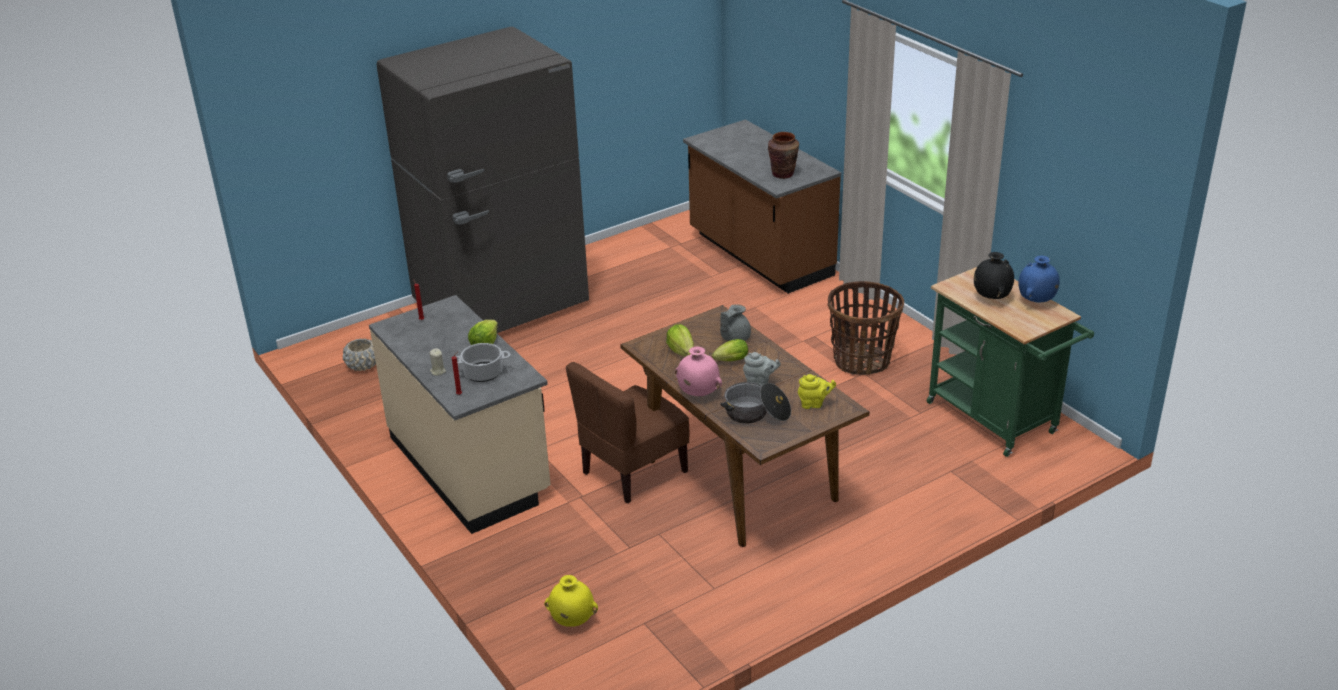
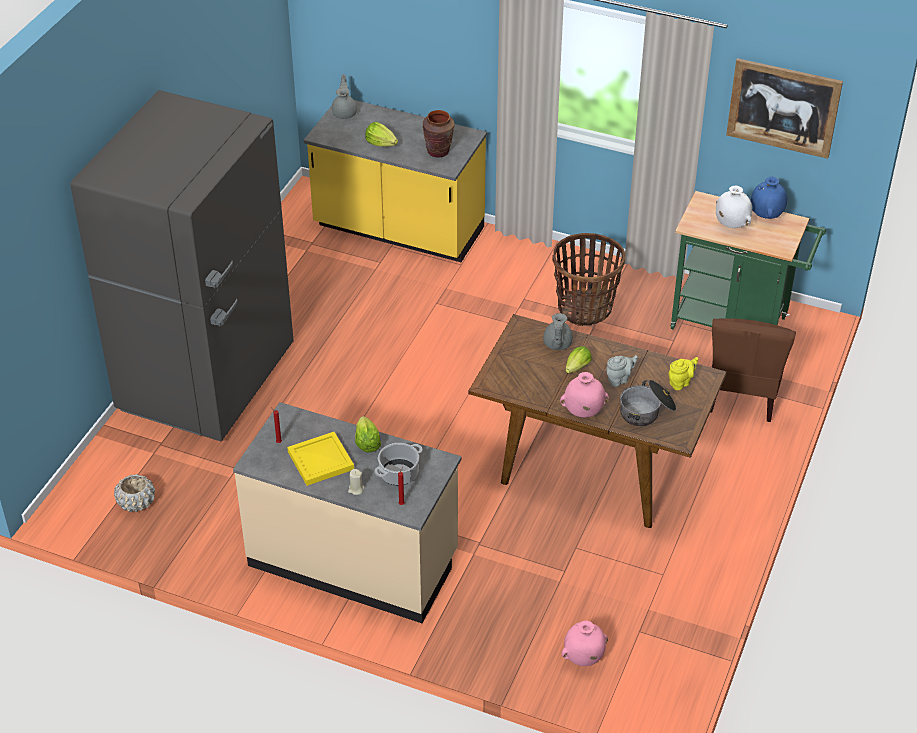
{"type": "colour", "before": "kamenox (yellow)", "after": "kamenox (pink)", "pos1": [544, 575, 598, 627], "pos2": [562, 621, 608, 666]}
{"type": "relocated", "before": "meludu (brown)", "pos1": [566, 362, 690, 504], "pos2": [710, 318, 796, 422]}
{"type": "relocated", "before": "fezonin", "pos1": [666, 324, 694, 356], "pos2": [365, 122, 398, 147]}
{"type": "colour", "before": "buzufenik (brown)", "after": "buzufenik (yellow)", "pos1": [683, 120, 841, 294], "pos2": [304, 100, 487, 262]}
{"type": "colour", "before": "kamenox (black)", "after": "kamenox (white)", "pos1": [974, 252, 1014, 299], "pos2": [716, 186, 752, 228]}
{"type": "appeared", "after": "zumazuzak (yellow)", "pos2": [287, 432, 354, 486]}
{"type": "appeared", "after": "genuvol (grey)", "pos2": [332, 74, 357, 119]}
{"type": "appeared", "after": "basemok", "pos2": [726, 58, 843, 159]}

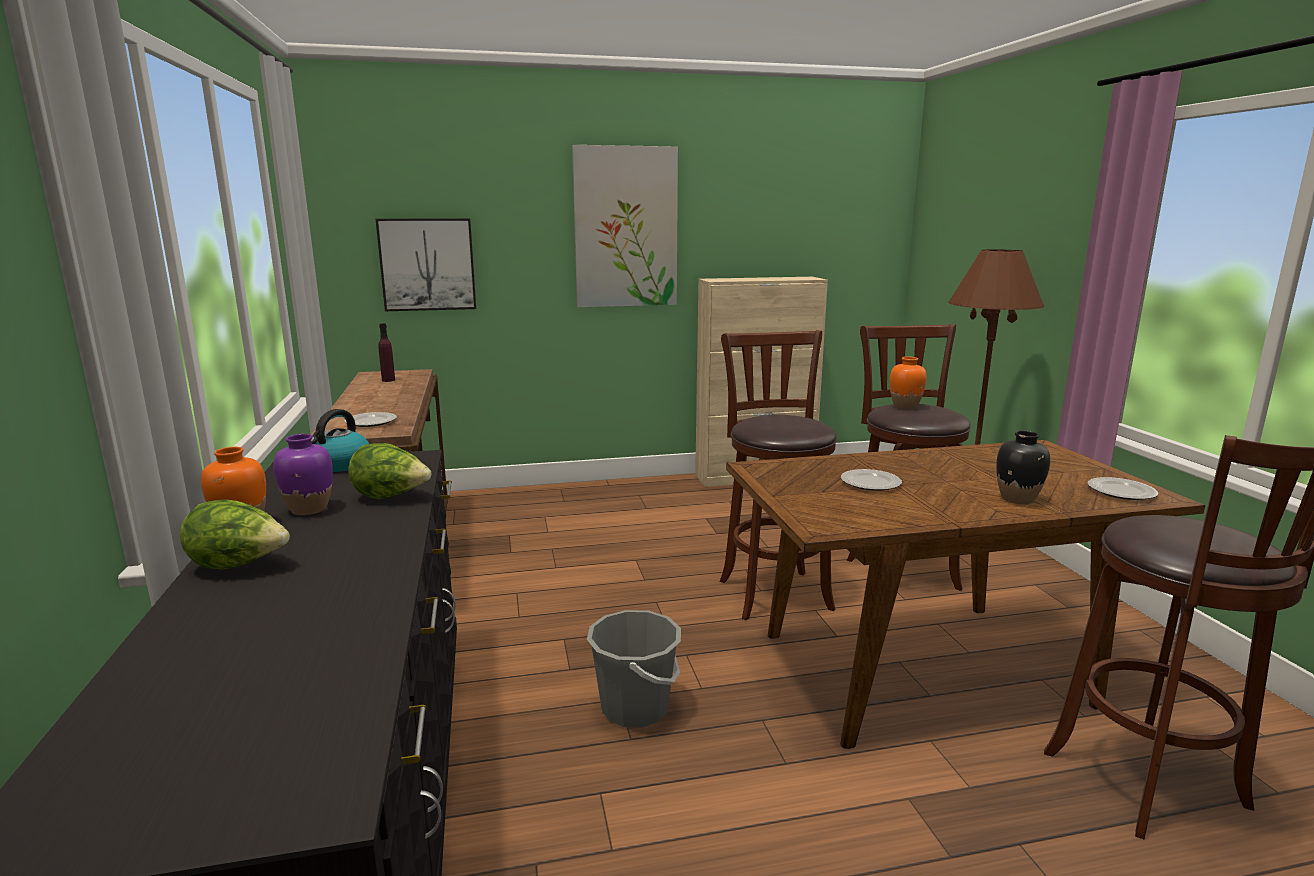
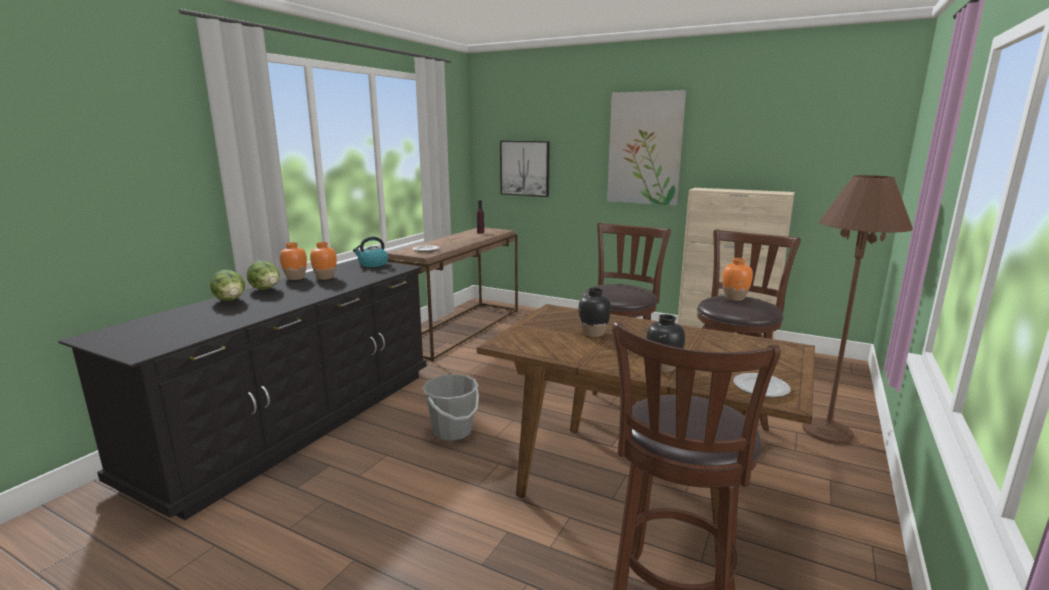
{"type": "colour", "before": "kamenox (purple)", "after": "kamenox (orange)", "pos1": [273, 434, 333, 515], "pos2": [310, 242, 337, 280]}
{"type": "relocated", "before": "fezonin", "pos1": [349, 443, 431, 499], "pos2": [210, 270, 245, 301]}
{"type": "exchanged", "before": "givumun", "after": "kamenox (black)", "pos1": [841, 469, 902, 491], "pos2": [578, 288, 611, 337]}

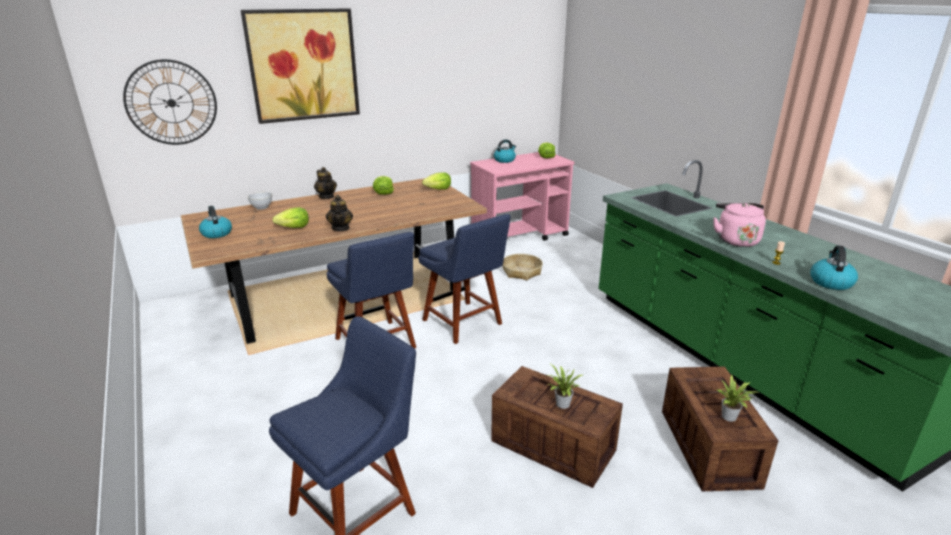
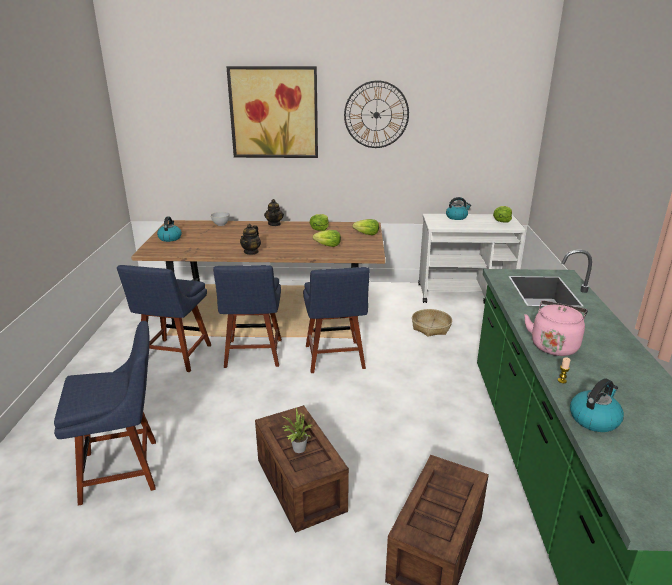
{"type": "relocated", "before": "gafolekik", "pos1": [123, 59, 217, 145], "pos2": [344, 80, 409, 148]}
{"type": "relocated", "before": "fezonin", "pos1": [272, 207, 309, 228], "pos2": [313, 230, 341, 247]}
{"type": "colour", "before": "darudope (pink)", "after": "darudope (white)", "pos1": [470, 152, 574, 241], "pos2": [418, 214, 526, 304]}
{"type": "missing", "before": "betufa", "pos1": [717, 375, 757, 422]}
{"type": "appeared", "after": "meludu (blue)", "pos2": [117, 265, 211, 372]}

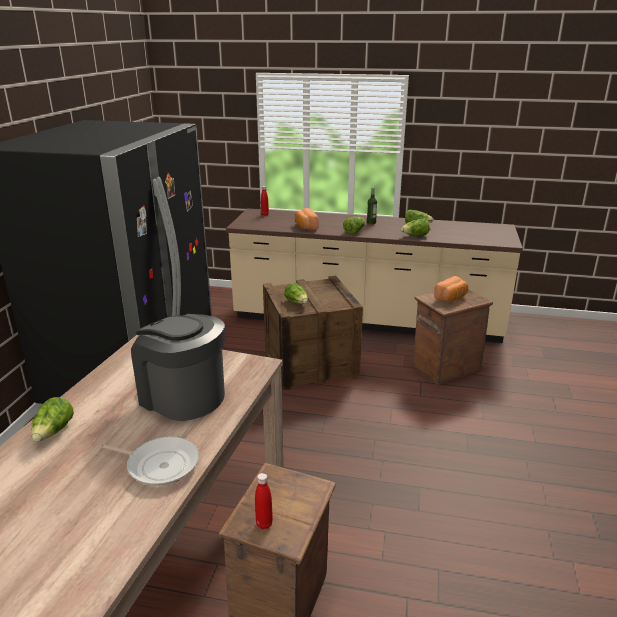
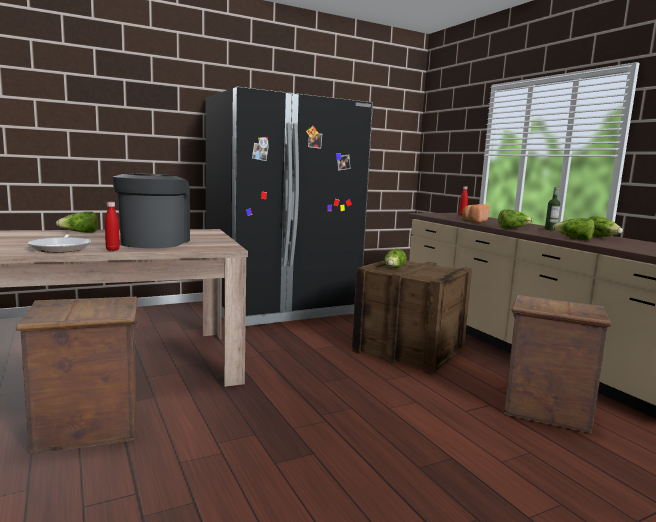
{"type": "relocated", "before": "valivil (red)", "pos1": [255, 473, 273, 529], "pos2": [105, 202, 120, 251]}
{"type": "missing", "before": "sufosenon", "pos1": [434, 276, 468, 302]}

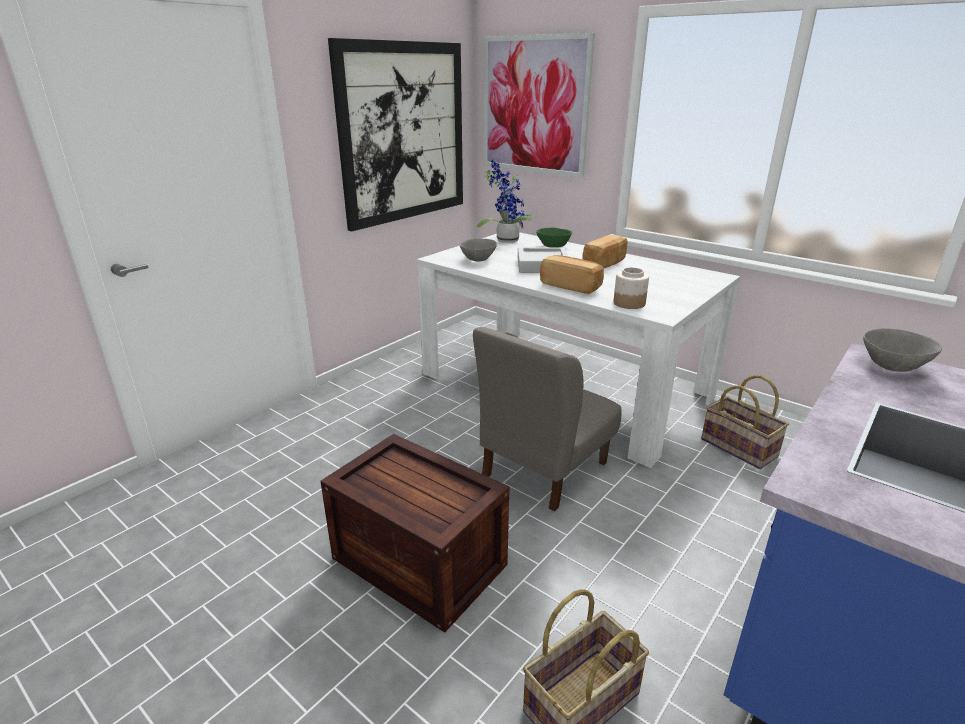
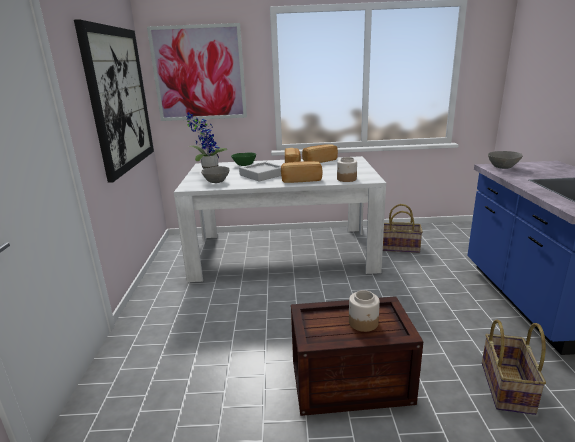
{"type": "missing", "before": "meludu (grey)", "pos1": [473, 327, 622, 511]}
{"type": "appeared", "after": "sufosenon", "pos2": [302, 144, 338, 163]}
{"type": "appeared", "after": "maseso", "pos2": [349, 290, 380, 332]}

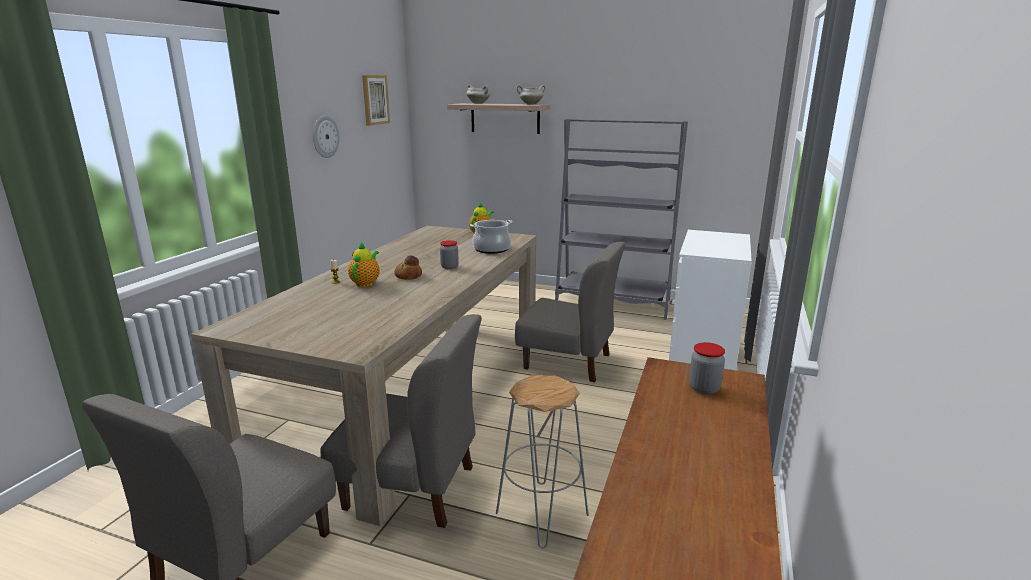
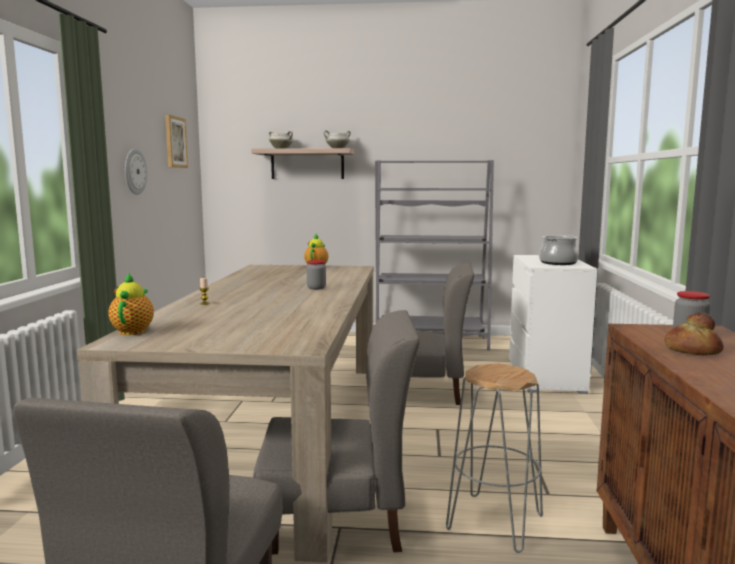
{"type": "relocated", "before": "genuvol", "pos1": [348, 242, 379, 287], "pos2": [108, 272, 154, 335]}
{"type": "relocated", "before": "sufosenon", "pos1": [394, 255, 422, 280], "pos2": [665, 312, 723, 356]}
{"type": "relocated", "before": "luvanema", "pos1": [470, 220, 513, 254], "pos2": [539, 235, 579, 265]}

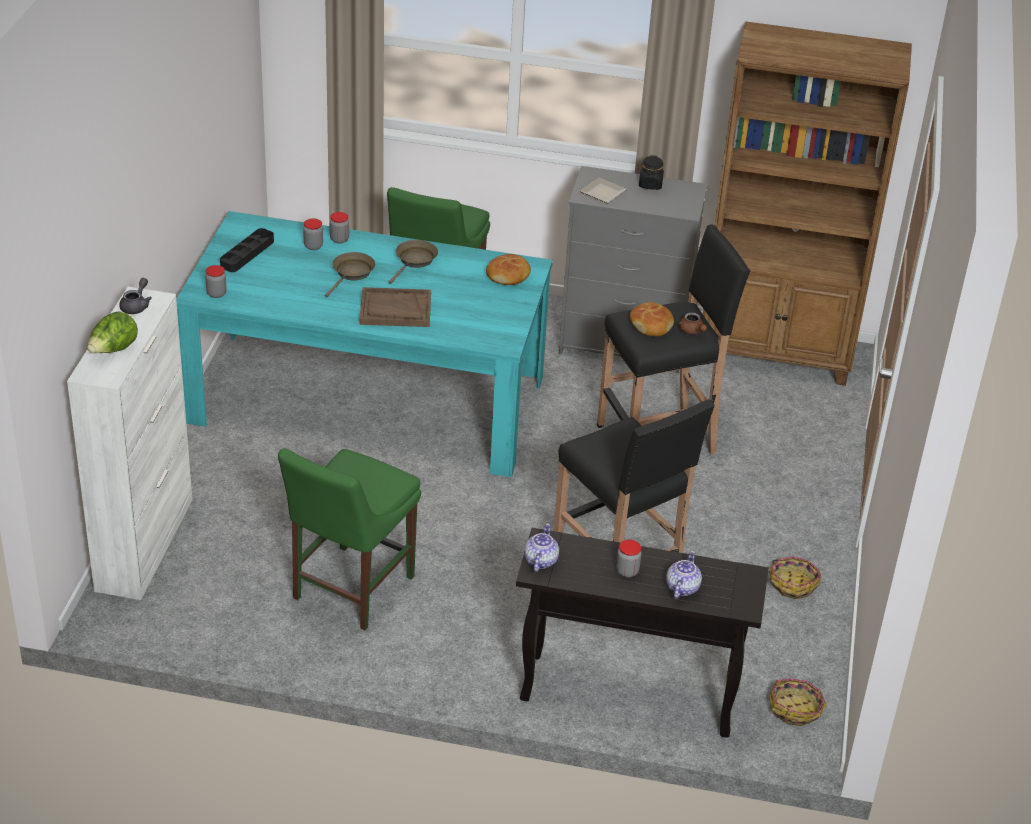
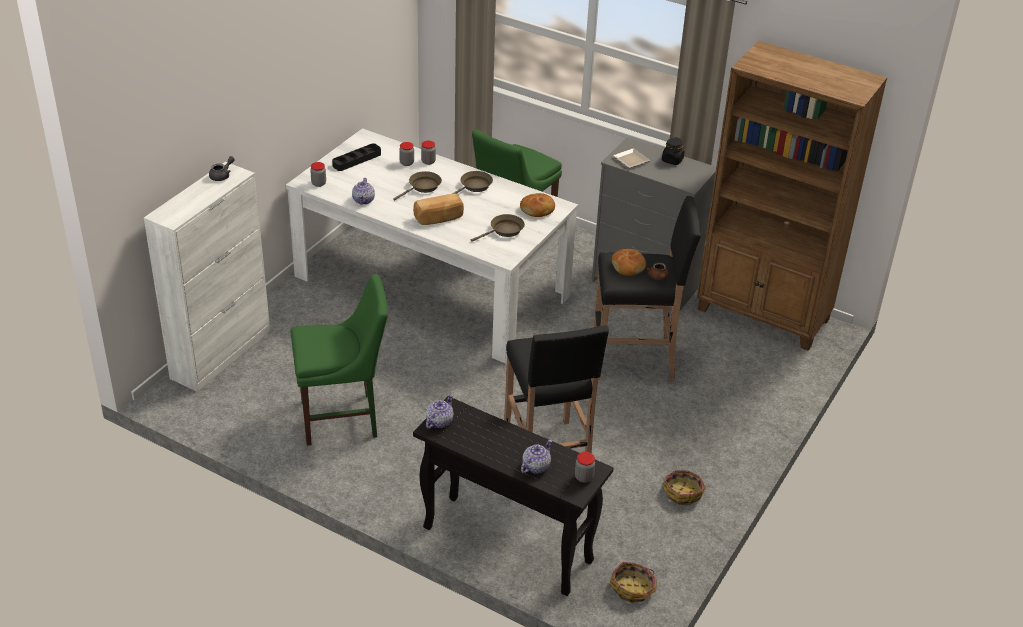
{"type": "missing", "before": "fezonin", "pos1": [87, 311, 138, 353]}
{"type": "colour", "before": "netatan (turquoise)", "after": "netatan (white)", "pos1": [176, 211, 553, 477], "pos2": [286, 128, 578, 364]}
{"type": "spun", "before": "meludu (green)", "pos1": [278, 448, 421, 630], "pos2": [291, 274, 388, 446], "turn": -150}
{"type": "exchanged", "before": "zumazuzak (brown)", "after": "sufosenon", "pos1": [359, 287, 431, 327], "pos2": [413, 194, 464, 225]}
{"type": "relocated", "before": "maseso", "pos1": [616, 540, 641, 578], "pos2": [575, 452, 595, 483]}
{"type": "appeared", "after": "genuvol", "pos2": [352, 178, 375, 205]}
{"type": "appeared", "after": "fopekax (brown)", "pos2": [471, 214, 525, 242]}

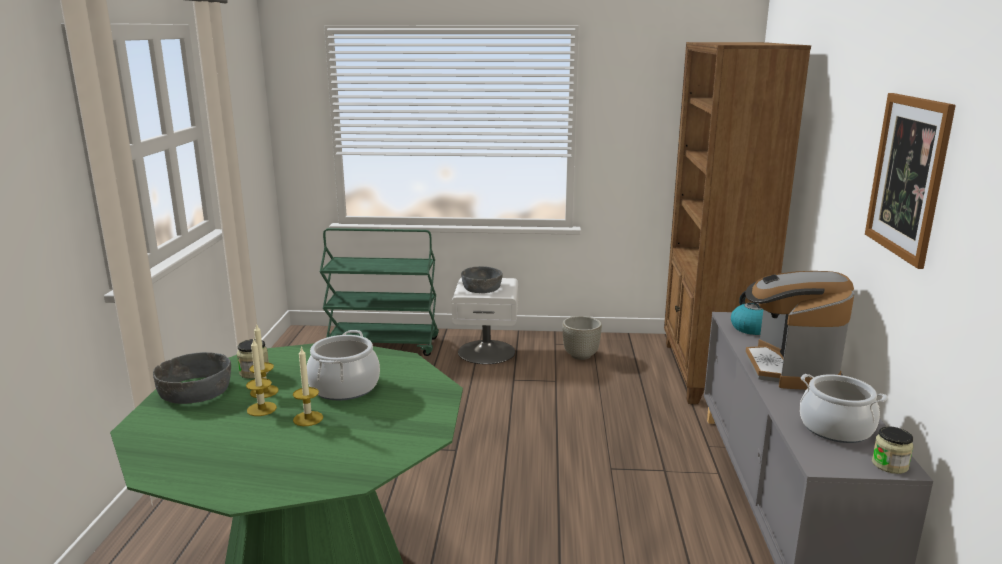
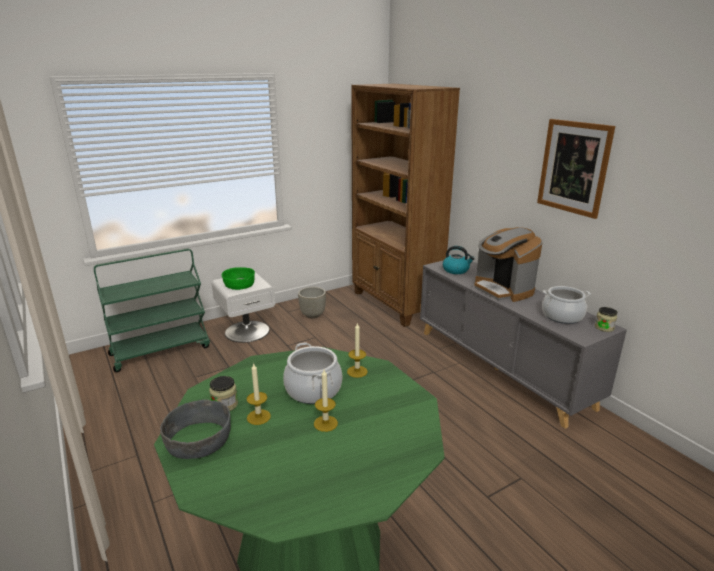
{"type": "relocated", "before": "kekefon", "pos1": [246, 338, 277, 416], "pos2": [347, 323, 368, 378]}
{"type": "colour", "before": "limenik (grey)", "after": "limenik (green)", "pos1": [461, 266, 503, 293], "pos2": [222, 267, 255, 290]}

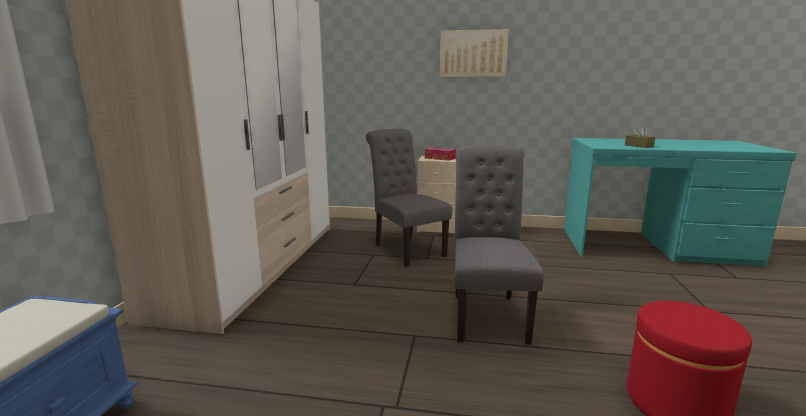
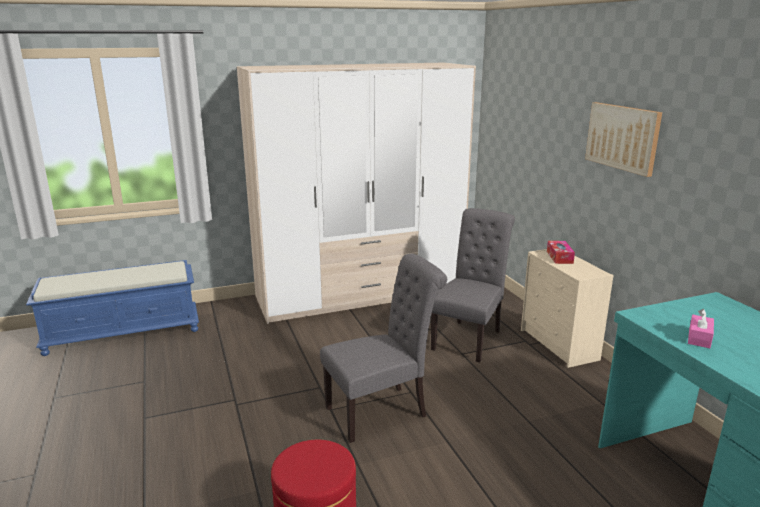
{"type": "colour", "before": "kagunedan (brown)", "after": "kagunedan (pink)", "pos1": [625, 126, 655, 148], "pos2": [688, 309, 714, 348]}

